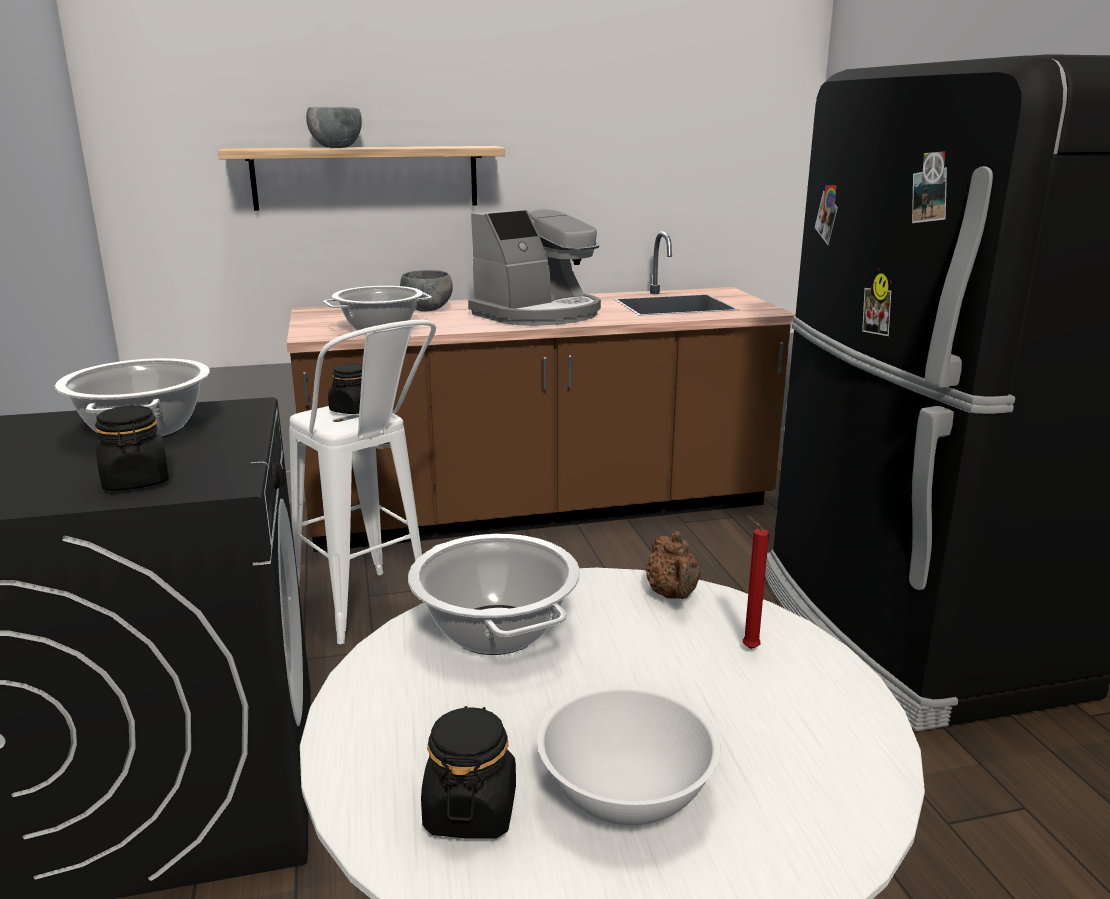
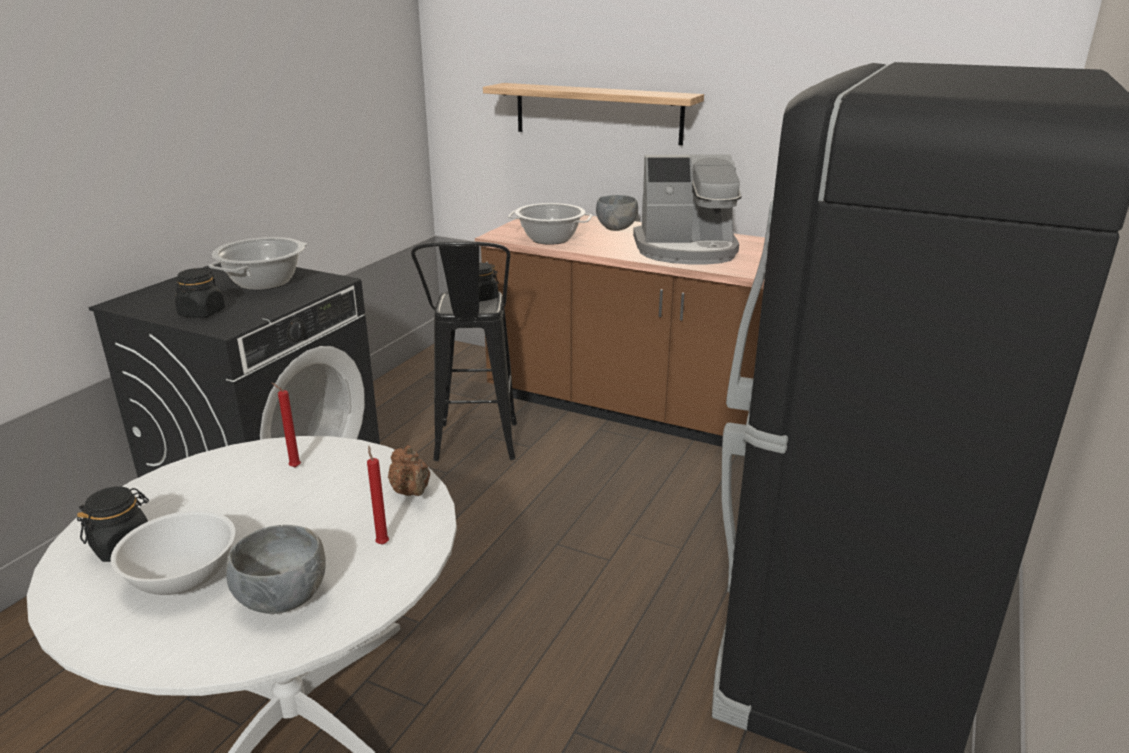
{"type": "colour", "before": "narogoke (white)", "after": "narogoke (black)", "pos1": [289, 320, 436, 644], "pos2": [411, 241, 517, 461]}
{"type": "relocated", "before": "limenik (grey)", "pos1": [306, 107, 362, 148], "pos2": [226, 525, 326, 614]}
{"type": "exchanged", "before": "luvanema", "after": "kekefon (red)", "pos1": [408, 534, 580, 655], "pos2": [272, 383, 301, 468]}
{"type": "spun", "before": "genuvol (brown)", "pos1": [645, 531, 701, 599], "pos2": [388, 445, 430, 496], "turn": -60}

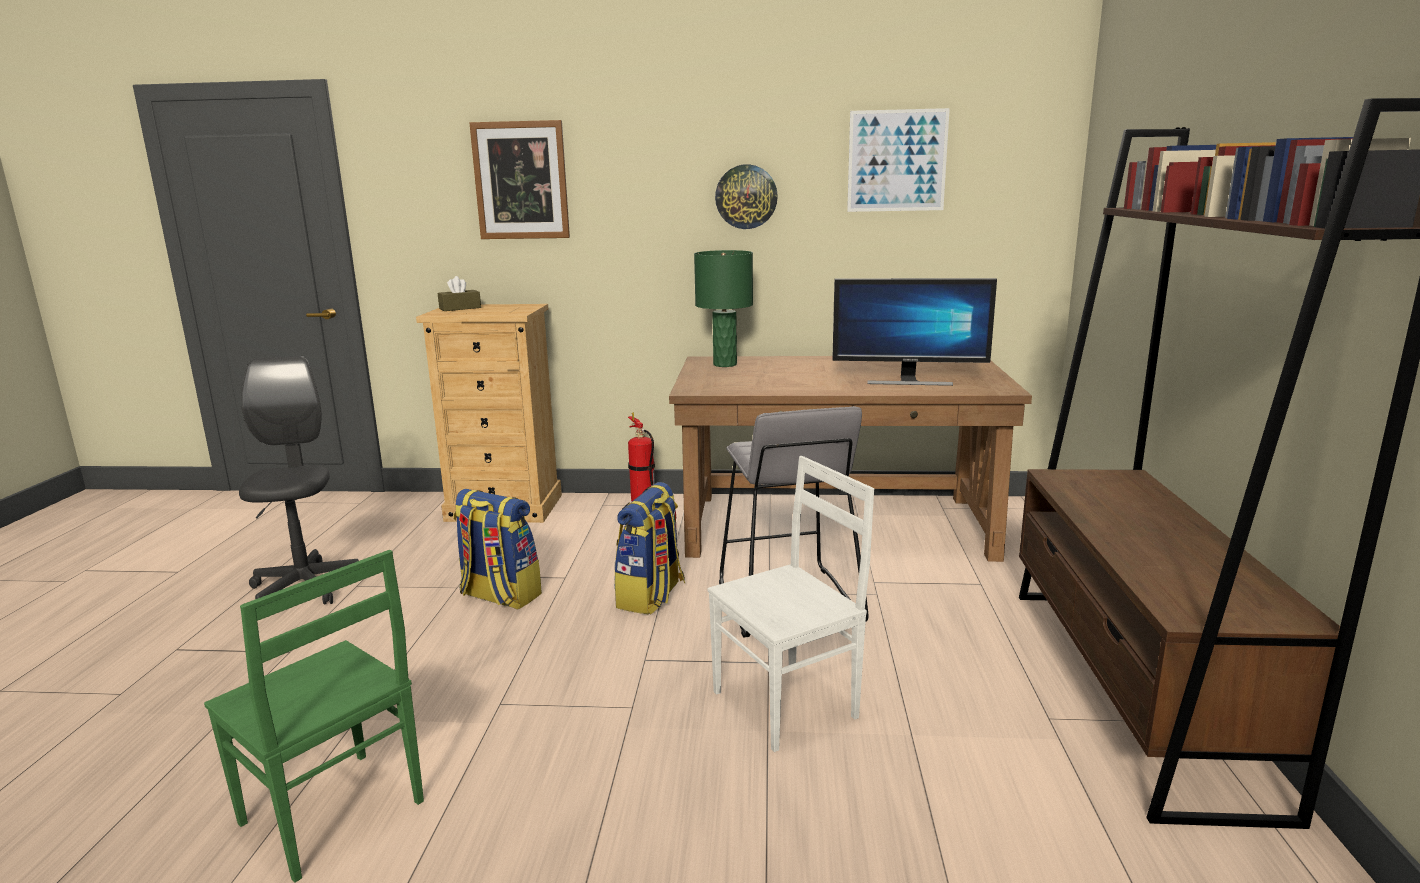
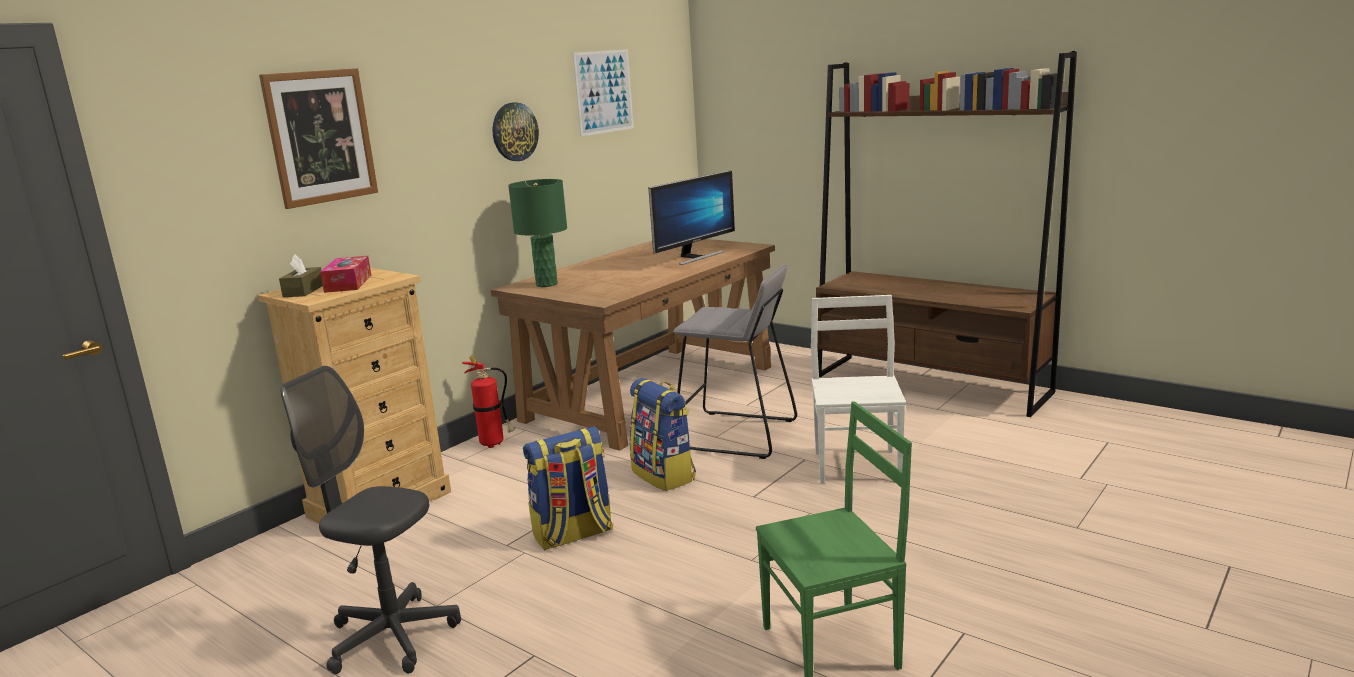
{"type": "appeared", "after": "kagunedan", "pos2": [320, 256, 372, 293]}

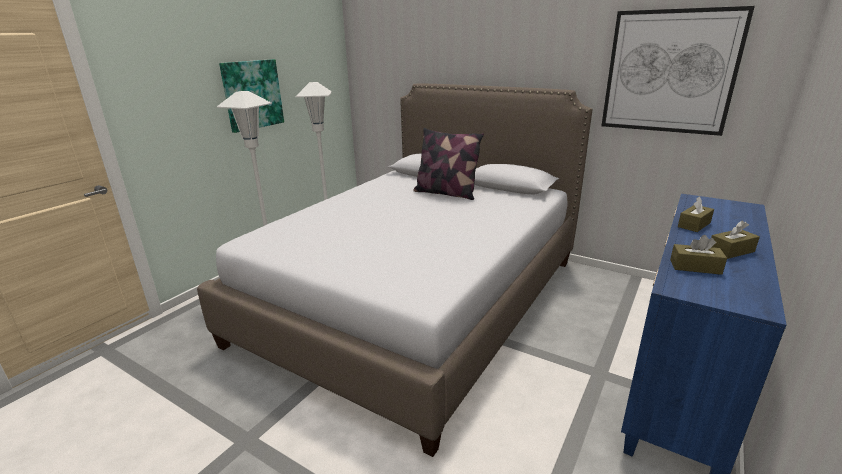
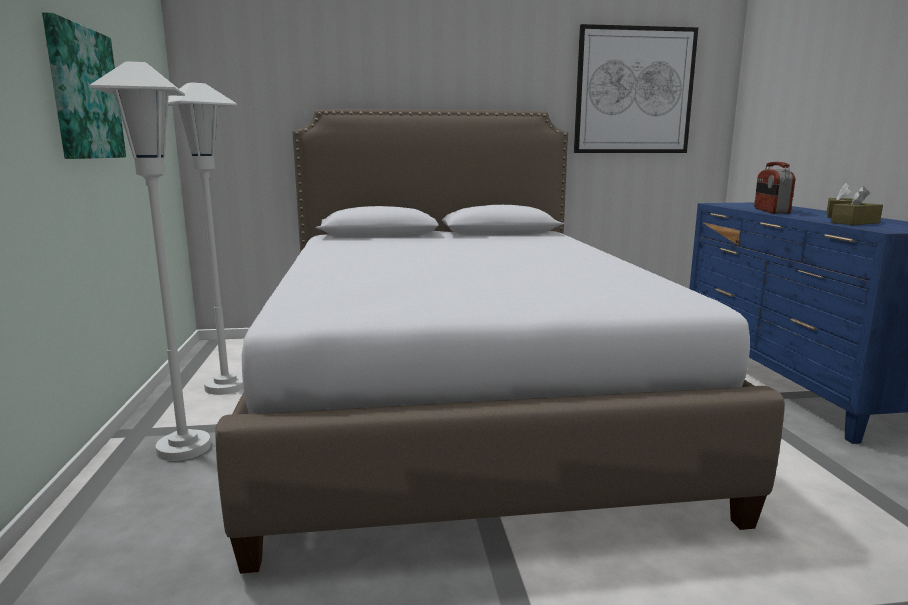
{"type": "missing", "before": "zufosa", "pos1": [413, 128, 484, 200]}
{"type": "exchanged", "before": "kagunedan (brown)", "after": "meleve", "pos1": [678, 196, 714, 232], "pos2": [754, 162, 795, 214]}

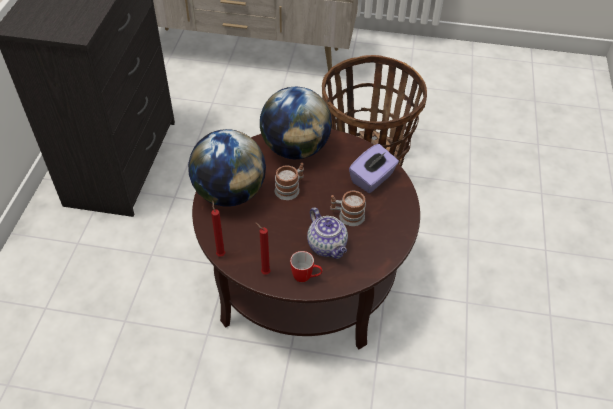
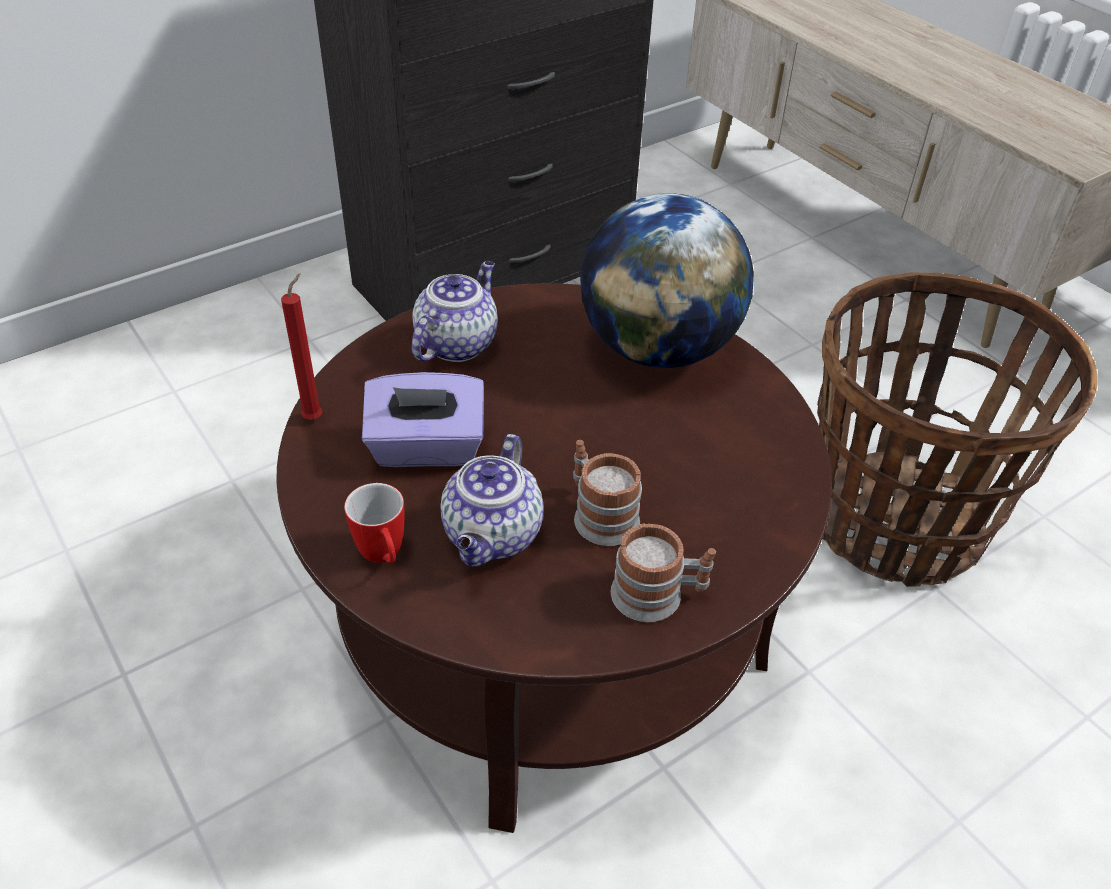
{"type": "exchanged", "before": "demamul", "after": "genuvol", "pos1": [188, 129, 266, 207], "pos2": [412, 261, 498, 362]}
{"type": "missing", "before": "kekefon (red)", "pos1": [256, 223, 271, 275]}
{"type": "relocated", "before": "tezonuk", "pos1": [275, 163, 304, 200], "pos2": [611, 523, 716, 622]}
{"type": "relocated", "before": "kagunedan (purple)", "pos1": [349, 144, 399, 193], "pos2": [362, 372, 484, 467]}

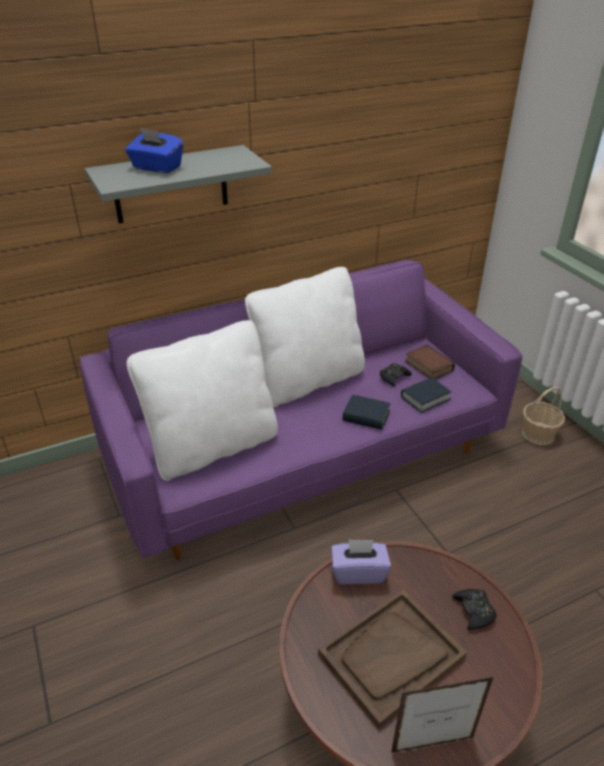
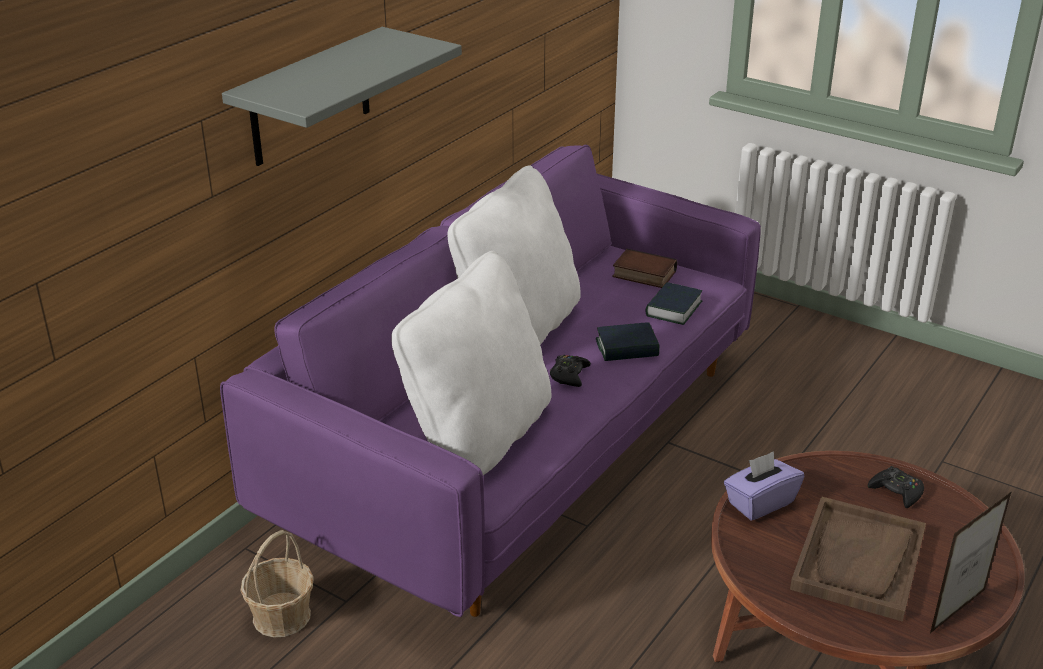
{"type": "missing", "before": "kagunedan (blue)", "pos1": [125, 127, 183, 173]}
{"type": "relocated", "before": "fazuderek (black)", "pos1": [380, 363, 412, 386], "pos2": [550, 355, 591, 387]}
{"type": "relocated", "before": "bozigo", "pos1": [522, 387, 565, 445], "pos2": [240, 530, 314, 638]}

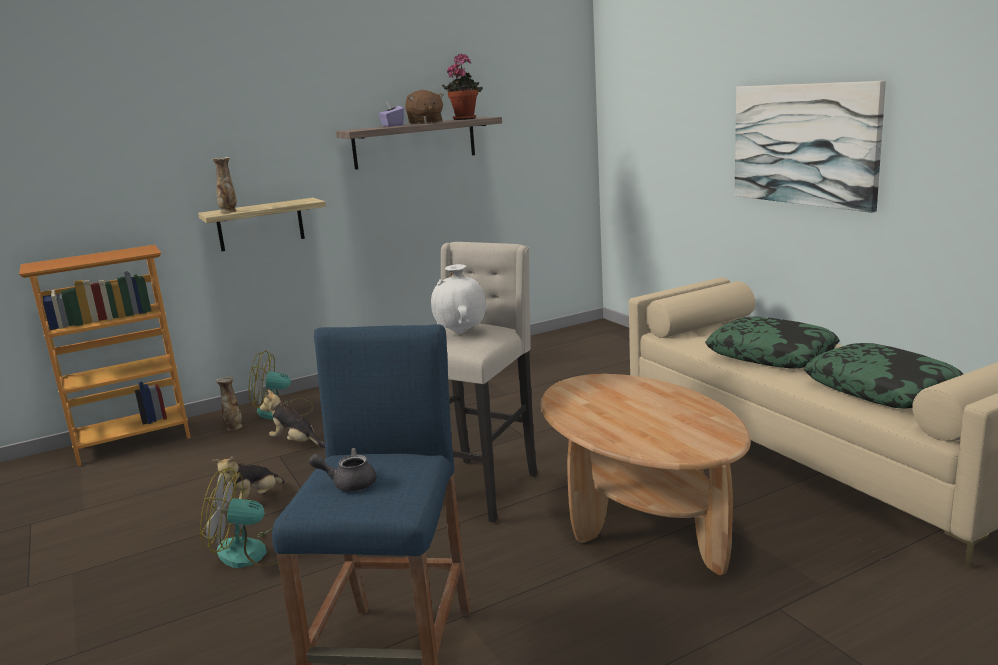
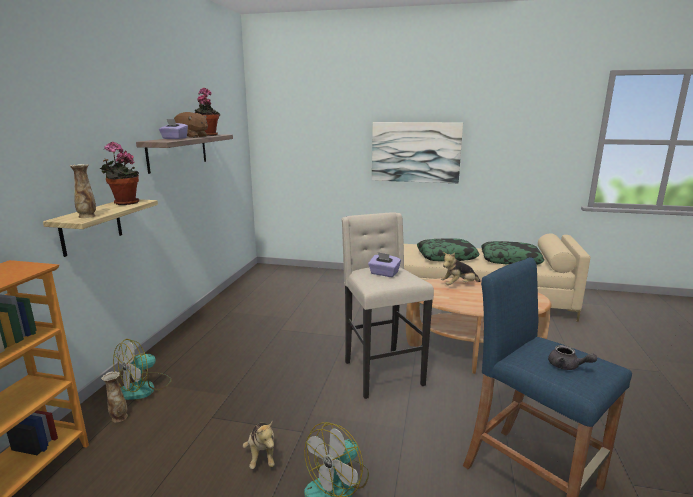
{"type": "relocated", "before": "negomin", "pos1": [260, 390, 325, 448], "pos2": [441, 252, 481, 285]}
{"type": "spun", "before": "genuvol (grey)", "pos1": [309, 448, 377, 491], "pos2": [548, 345, 597, 370], "turn": -90}
{"type": "exchanged", "before": "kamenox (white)", "after": "kagunedan (purple)", "pos1": [431, 264, 486, 334], "pos2": [368, 252, 401, 277]}
{"type": "appeared", "after": "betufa", "pos2": [99, 142, 139, 205]}

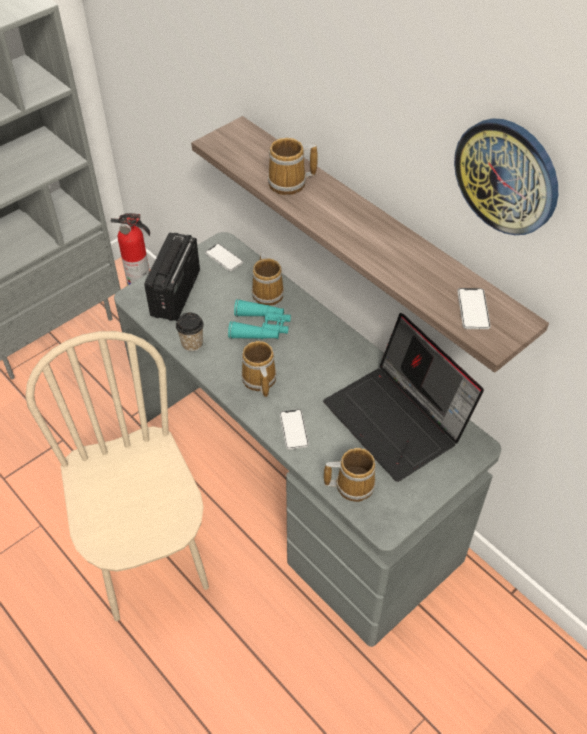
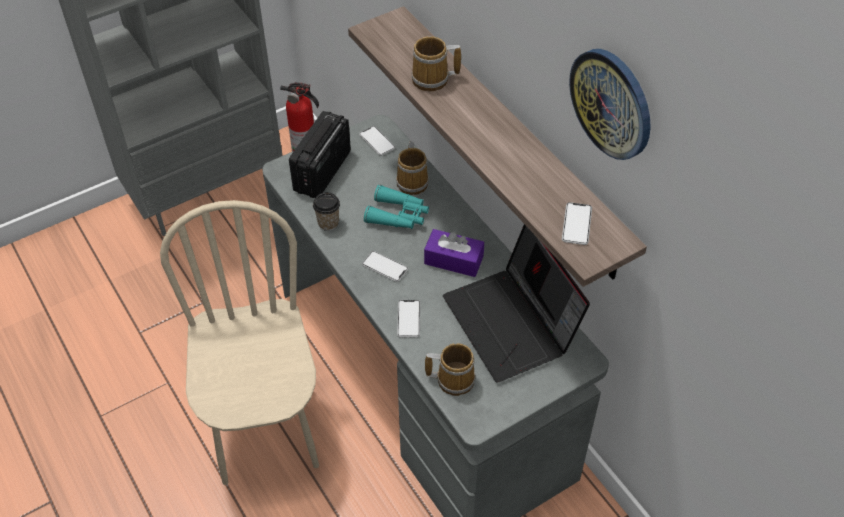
{"type": "exchanged", "before": "tezonuk", "after": "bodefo", "pos1": [241, 341, 277, 397], "pos2": [362, 251, 408, 282]}
{"type": "appeared", "after": "kagunedan (purple)", "pos2": [424, 229, 484, 277]}

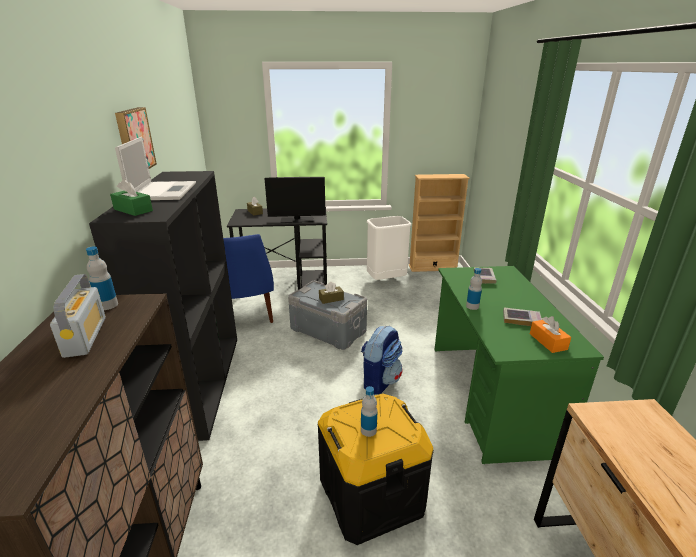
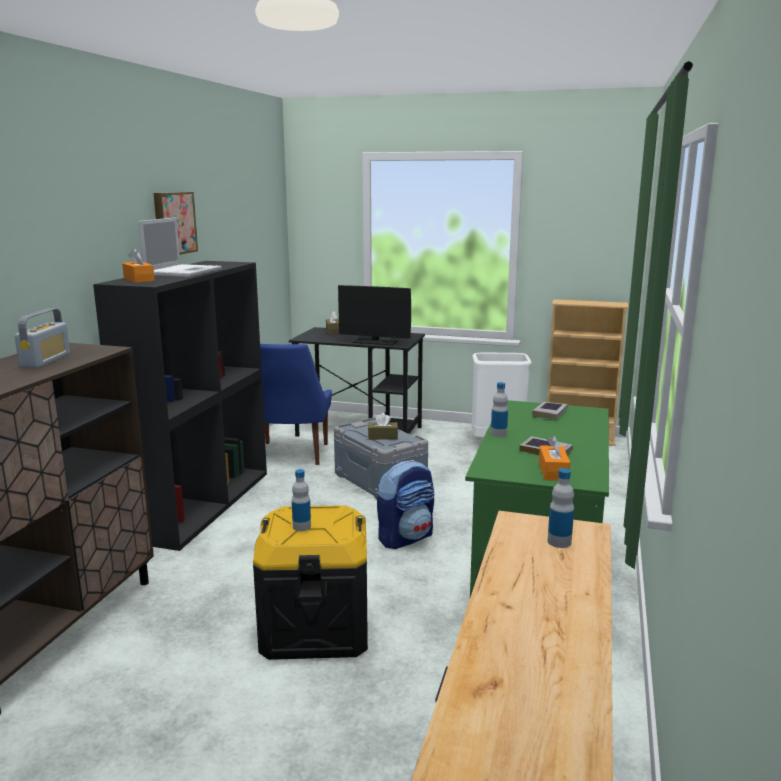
{"type": "relocated", "before": "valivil", "pos1": [86, 246, 118, 310], "pos2": [548, 468, 574, 548]}
{"type": "colour", "before": "kagunedan (green)", "after": "kagunedan (orange)", "pos1": [110, 179, 153, 216], "pos2": [122, 248, 155, 283]}

